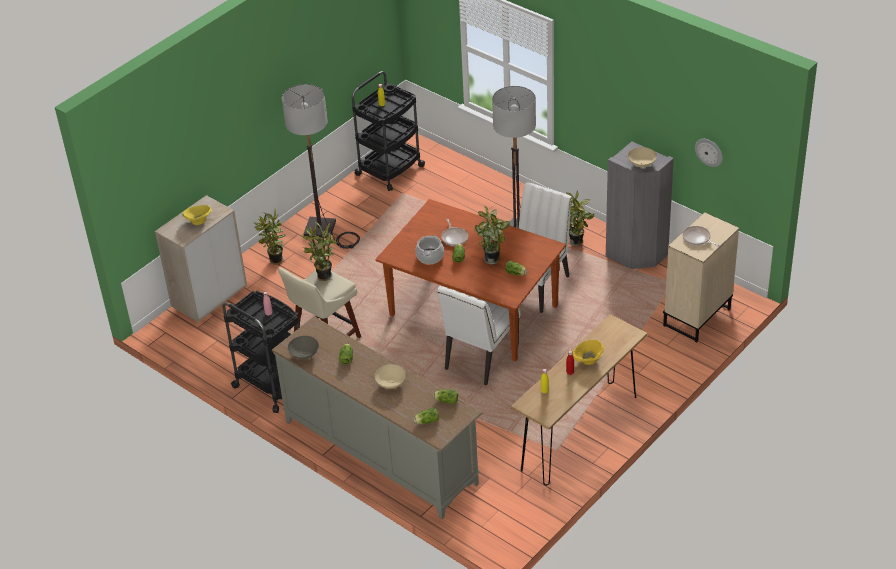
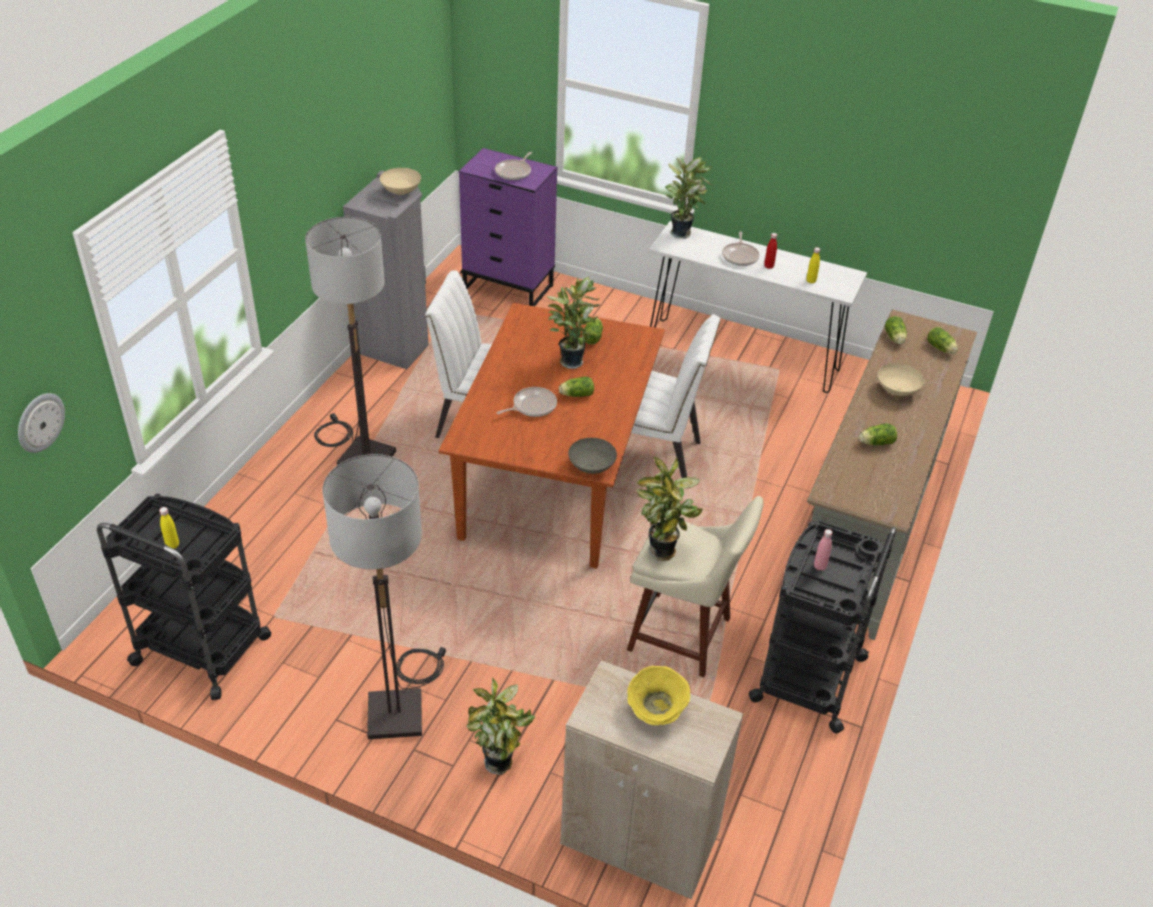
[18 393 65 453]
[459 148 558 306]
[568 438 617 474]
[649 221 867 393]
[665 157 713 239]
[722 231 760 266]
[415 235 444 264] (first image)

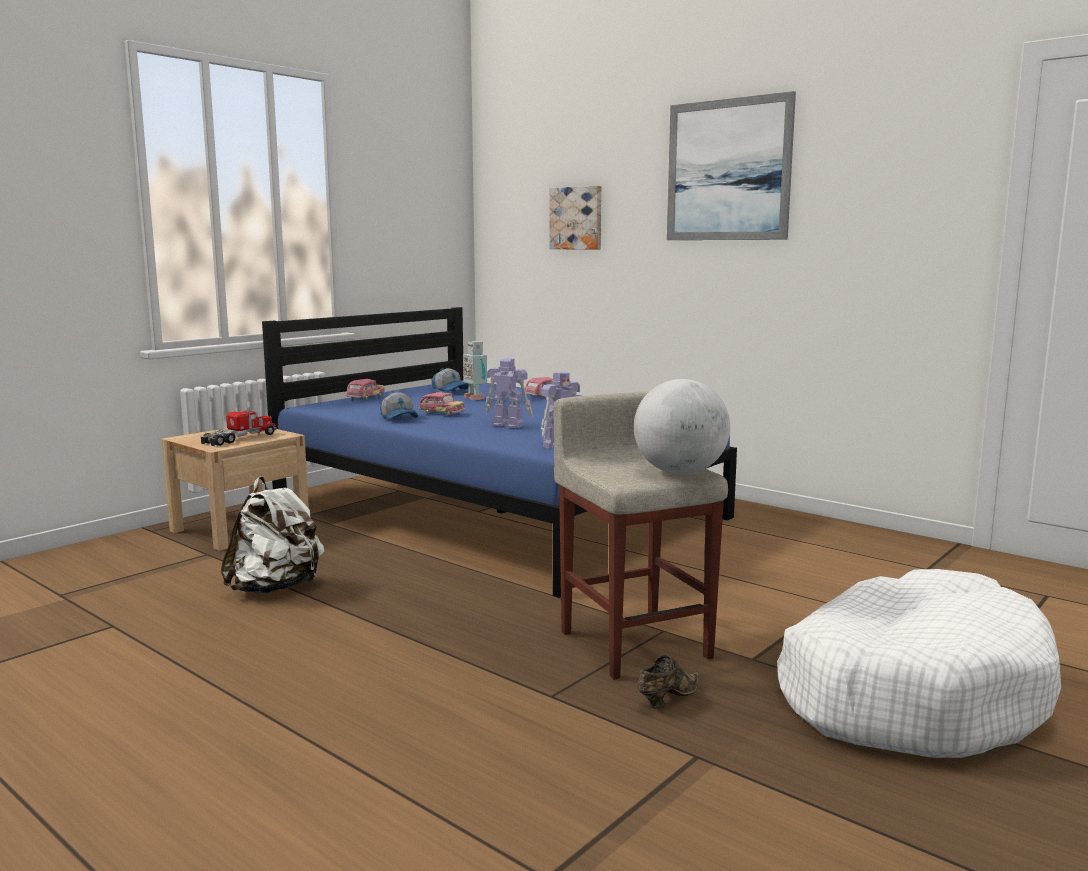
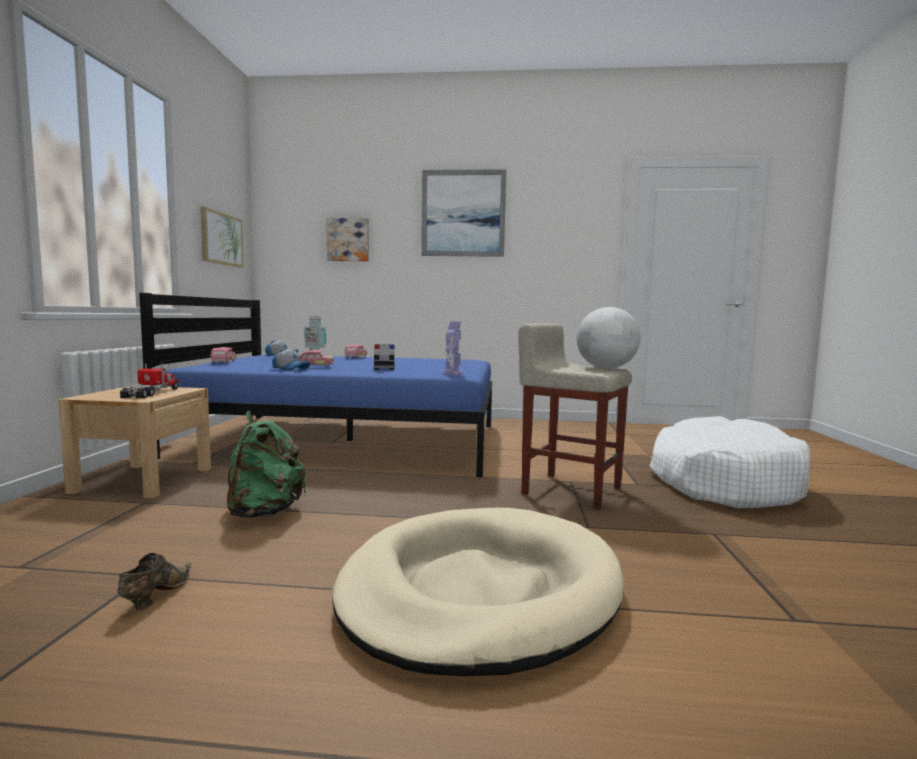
[118 552 191 610]
[200 206 244 268]
[227 411 306 518]
[332 508 624 676]
[374 344 395 370]

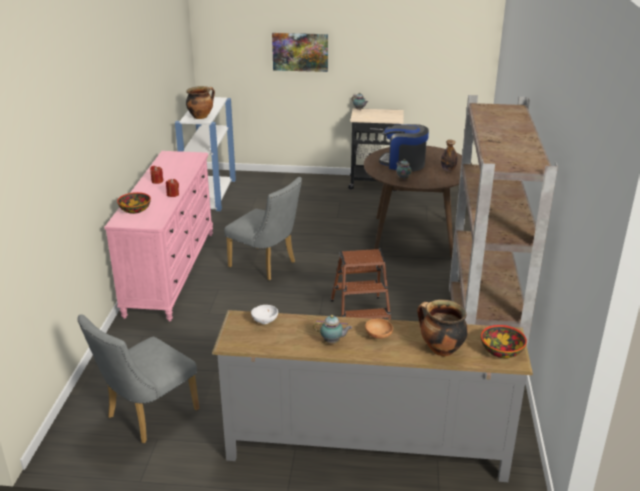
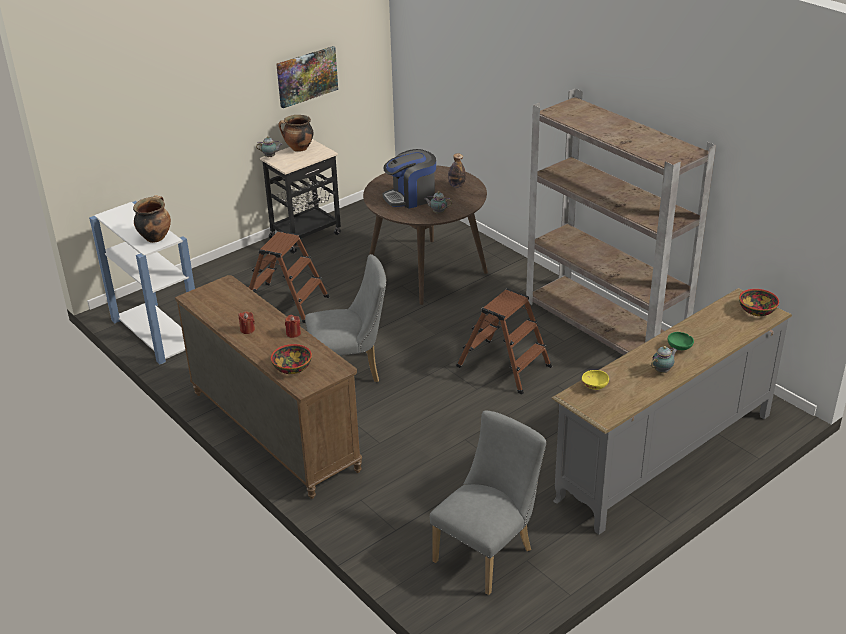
[175 275 362 499]
[248 230 330 323]
[276 46 338 108]
[279 115 313 152]
[430 411 546 595]
[582 370 609 390]
[668 332 694 350]

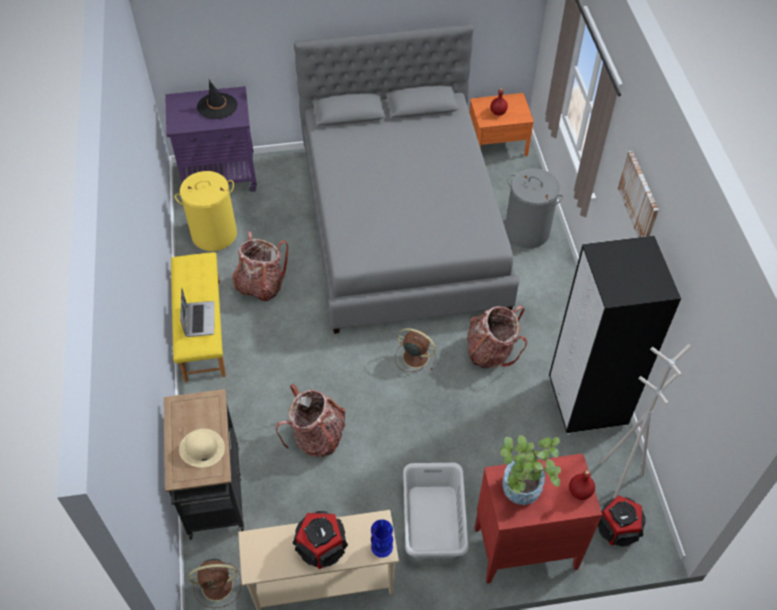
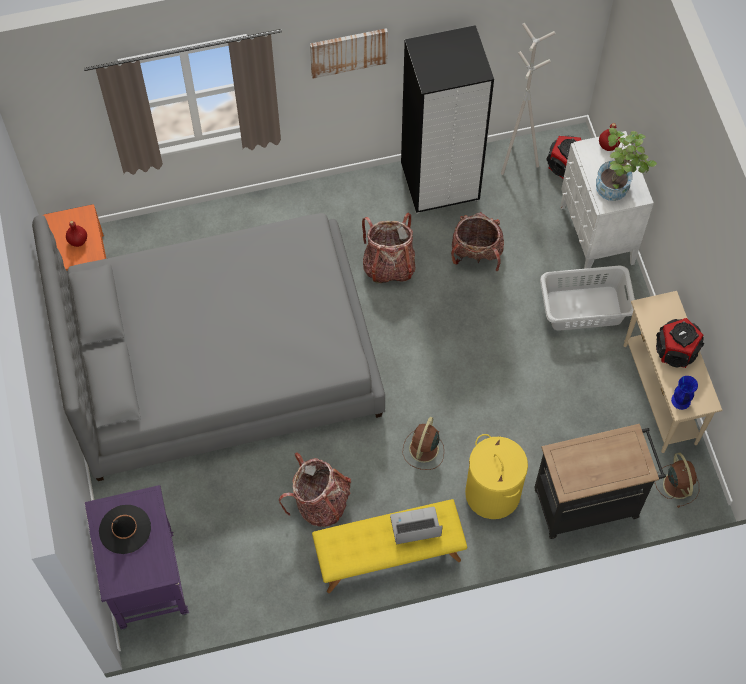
[403 417 444 470]
[451 212 504 271]
[465 434 528 519]
[560 131 654 269]
[671 376 698 410]
[179 429 225 467] (first image)
[505 168 563 248] (first image)

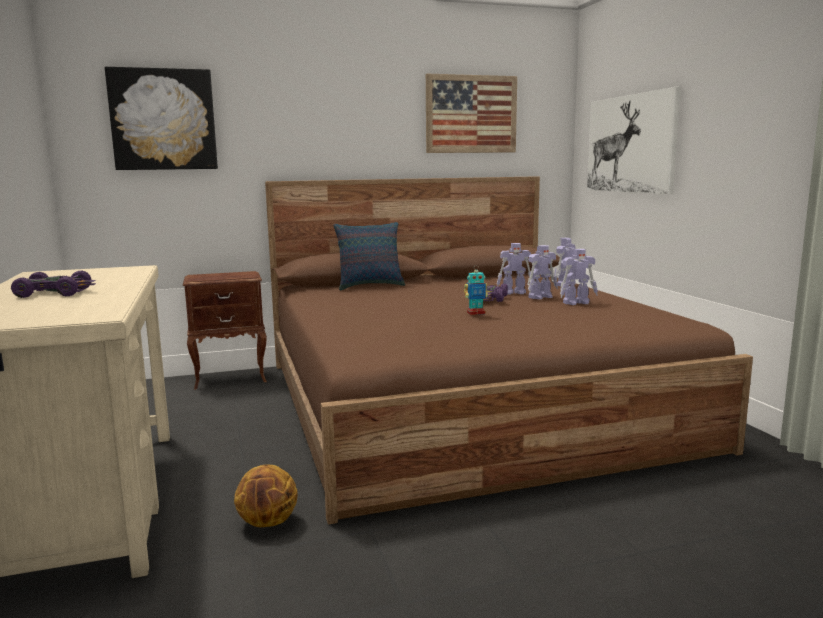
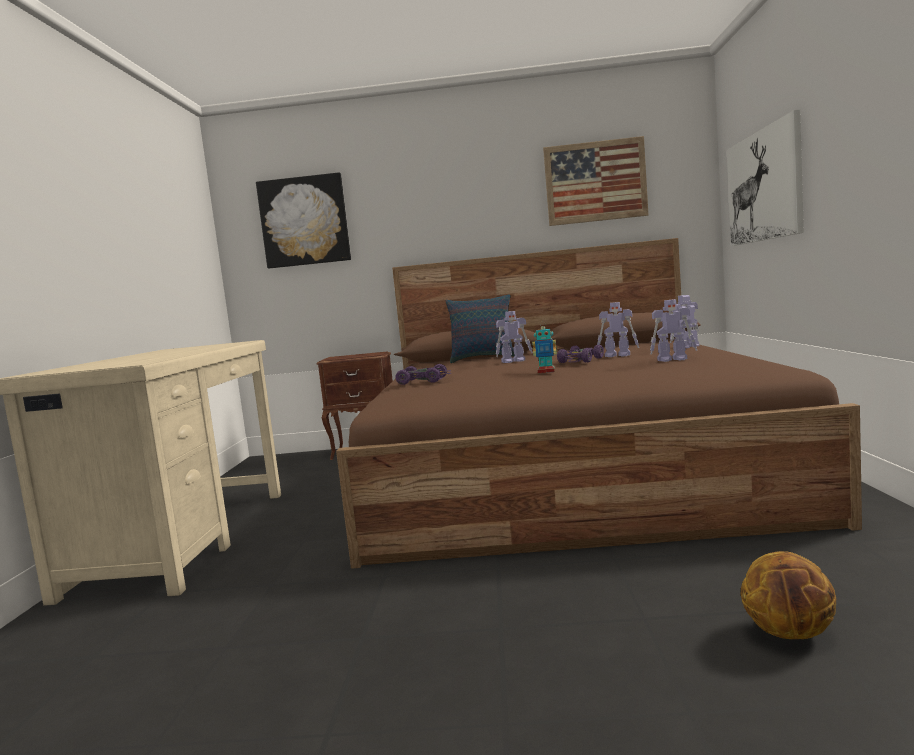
[395 364 451 385]
[496 311 533 363]
[741 551 836 639]

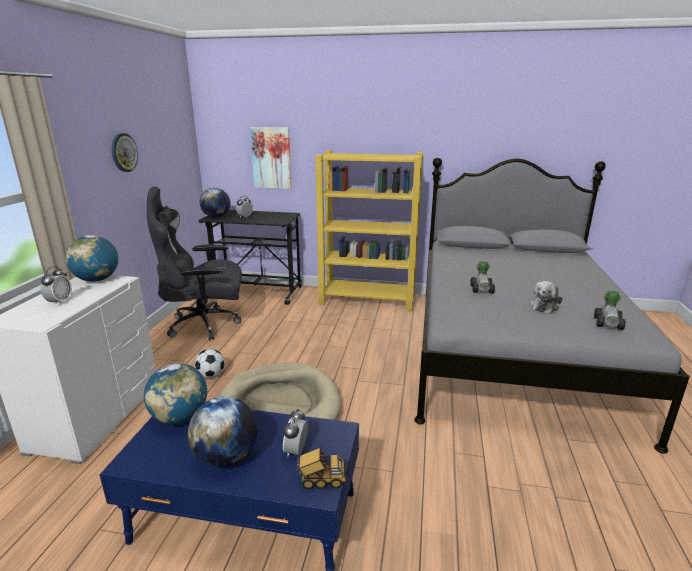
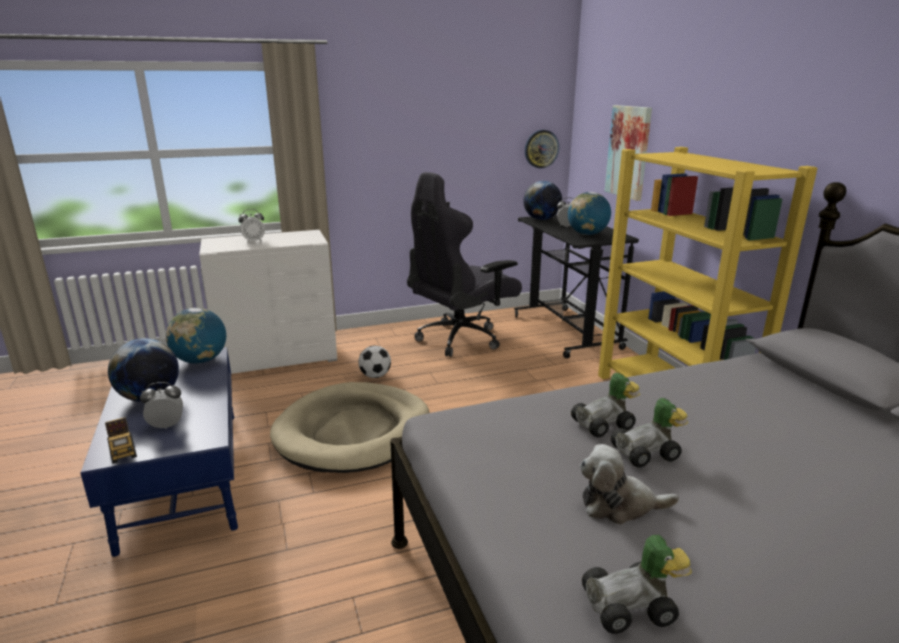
[407 172 522 357]
[525 130 559 168]
[568 192 611 235]
[611 398 688 467]

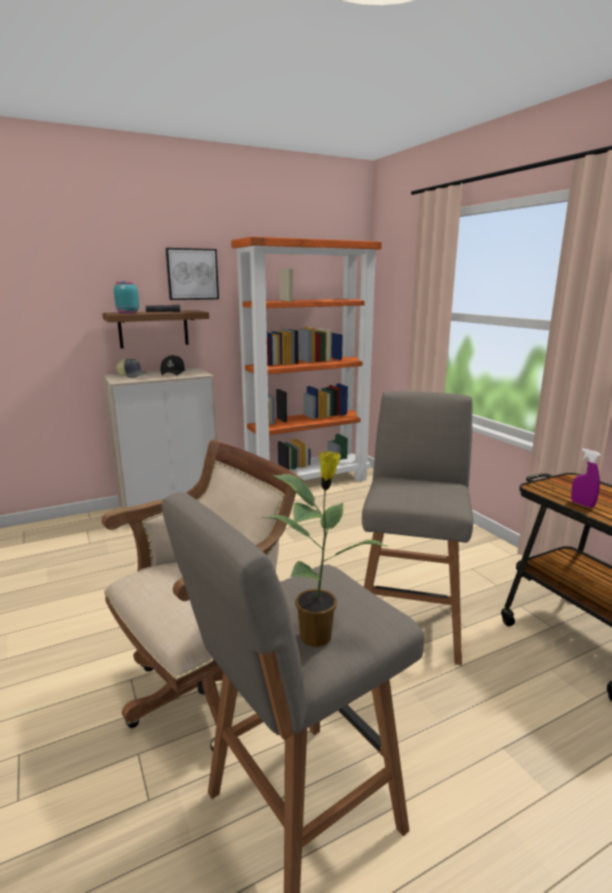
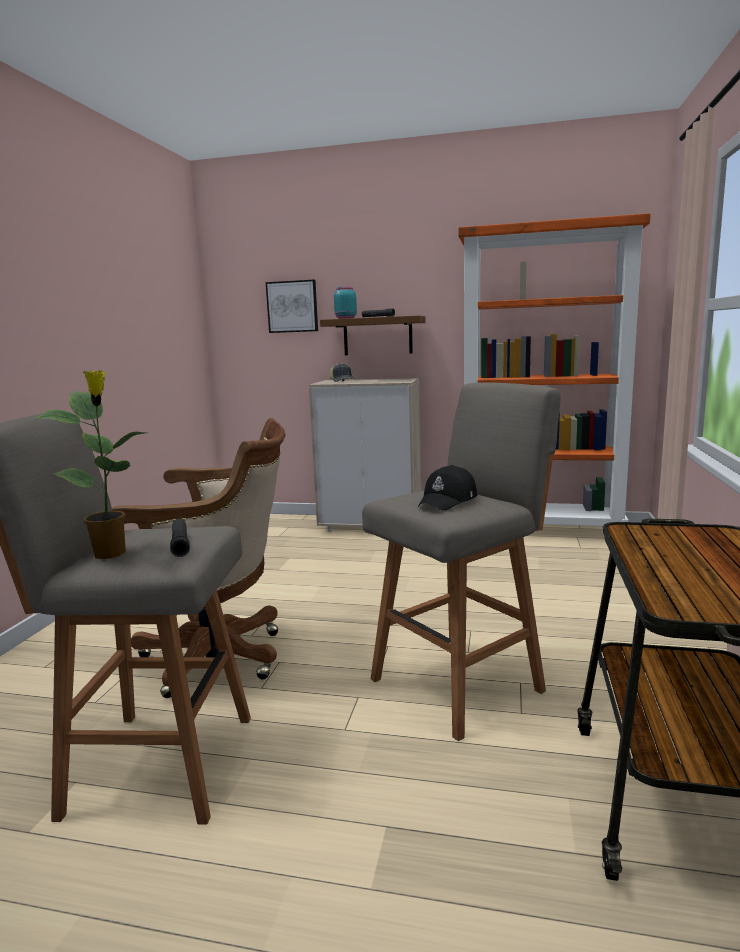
[170 519 190 557]
[266 280 318 333]
[418 465 477 511]
[571 448 601 508] (first image)

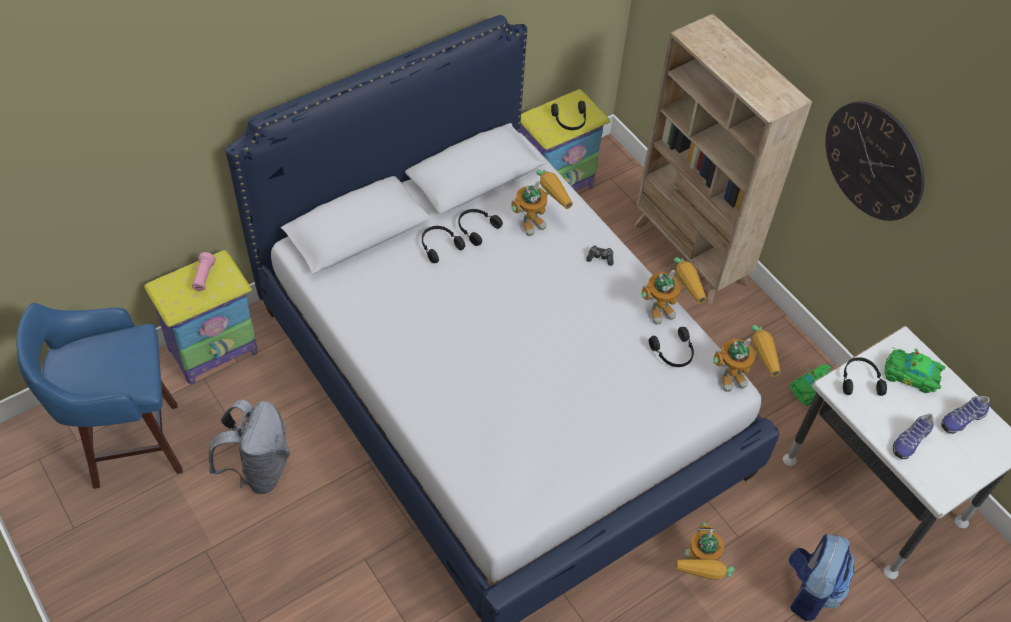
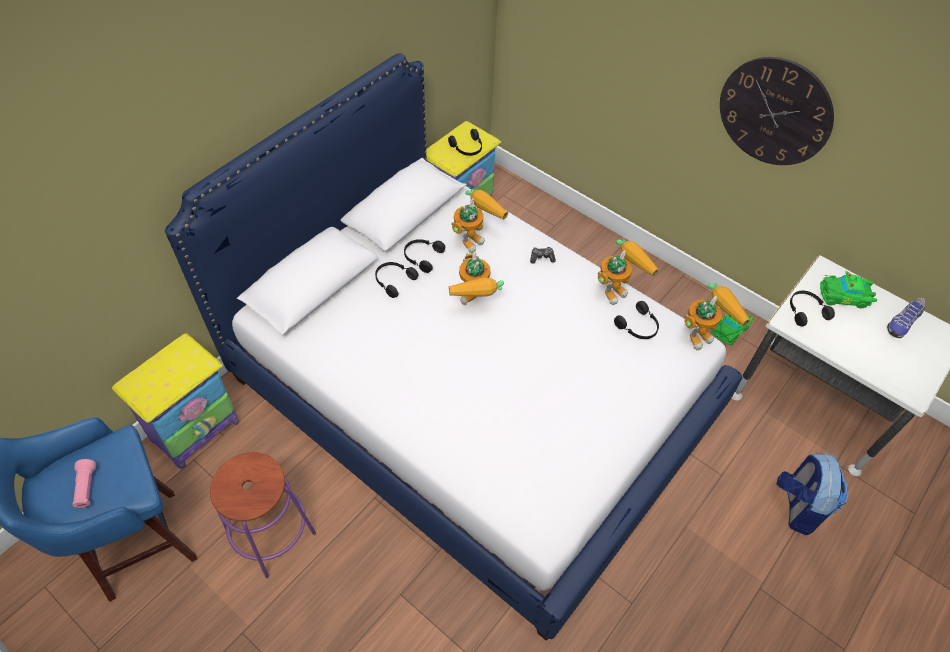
[72 459 96 508]
[210 452 316 578]
[449 251 504 305]
[635 14 812 305] (first image)
[893 414 933 459] (first image)

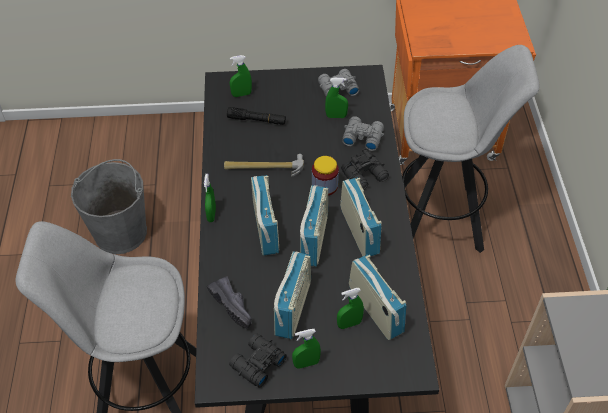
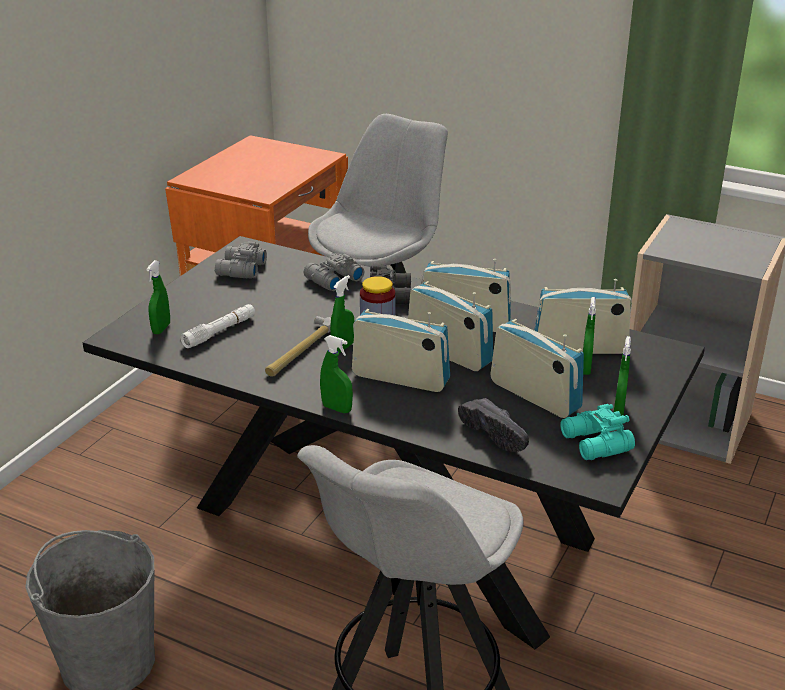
[181 304 255 348]
[330 275 354 353]
[458 398 529 452]
[560 404 635 460]

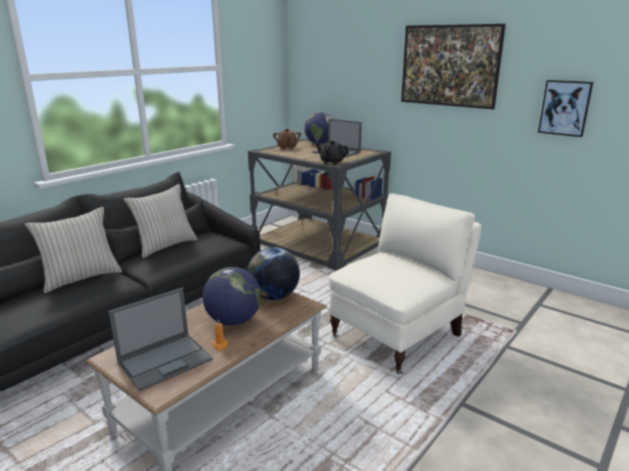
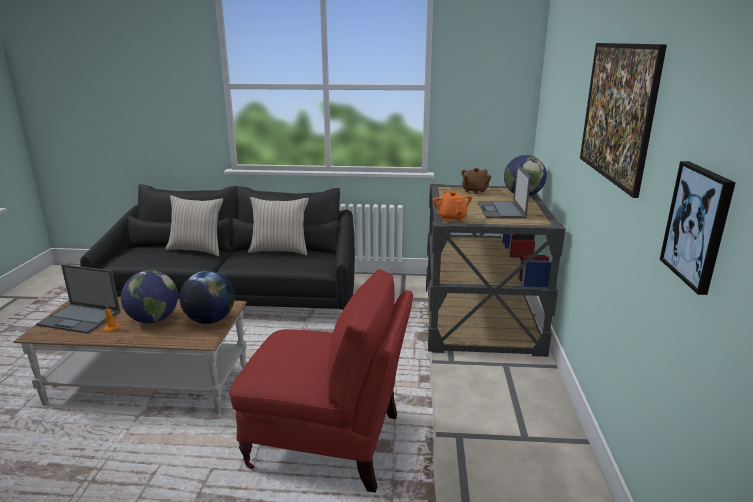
[229 269 413 493]
[433 191 472 222]

